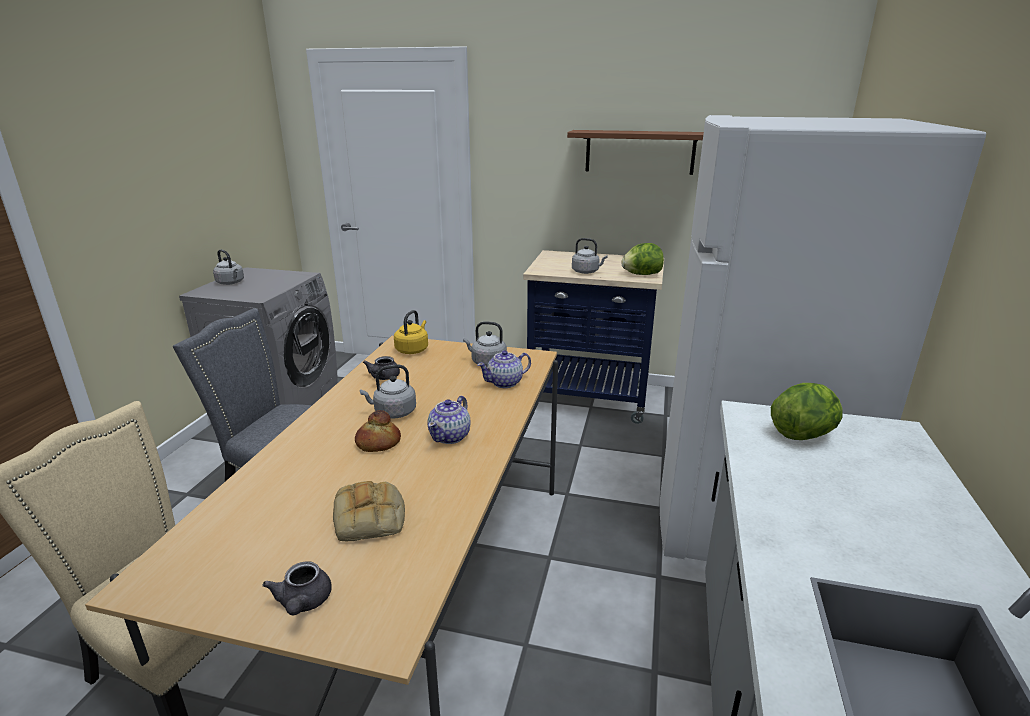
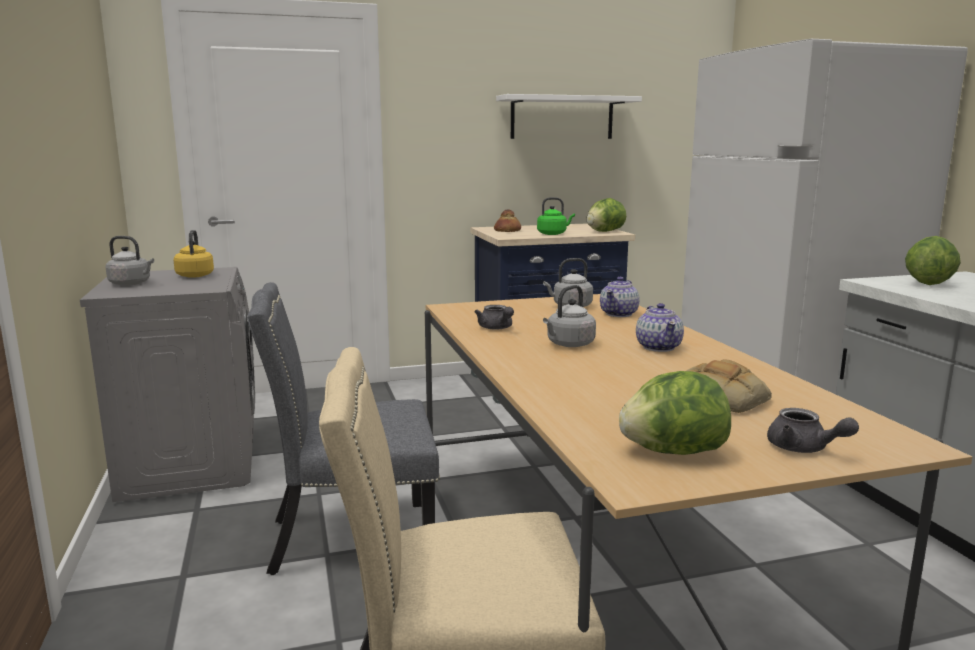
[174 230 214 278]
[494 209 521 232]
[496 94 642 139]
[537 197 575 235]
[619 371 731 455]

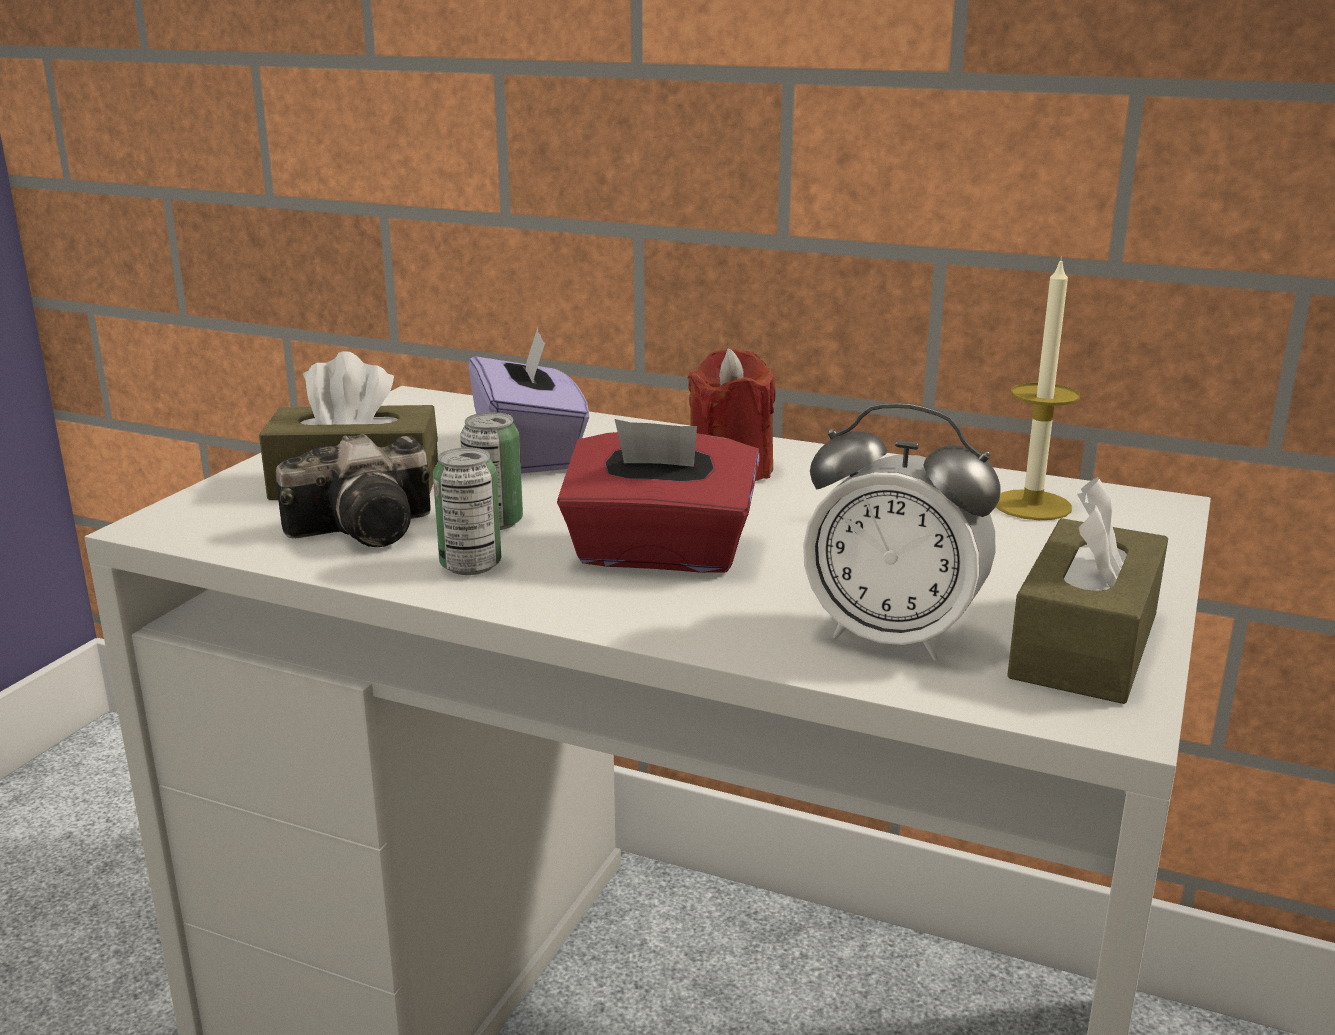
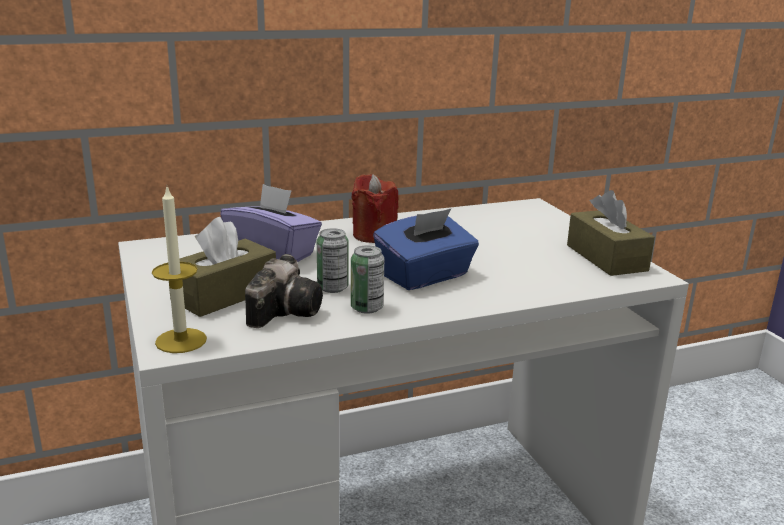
[152 187 207 353]
[373 209 479 290]
[803 403 1001 660] (first image)

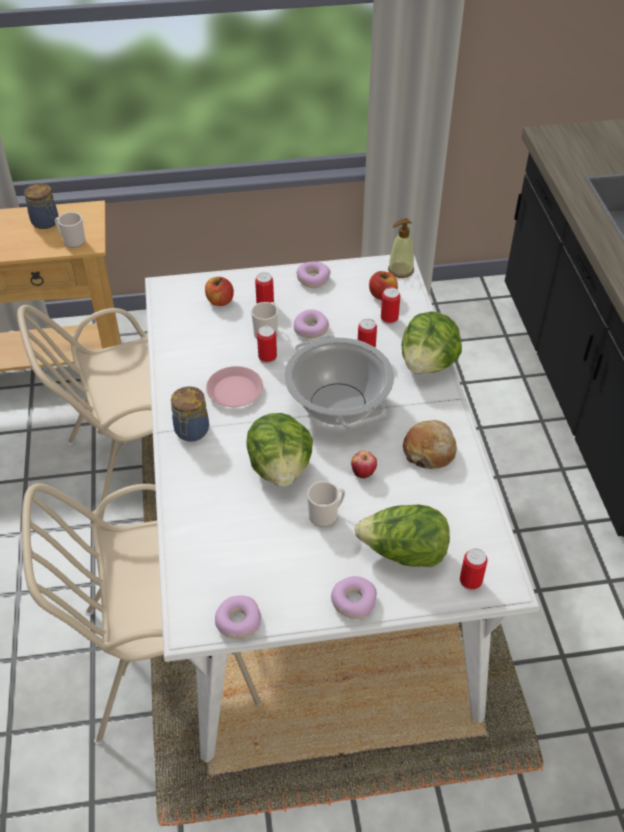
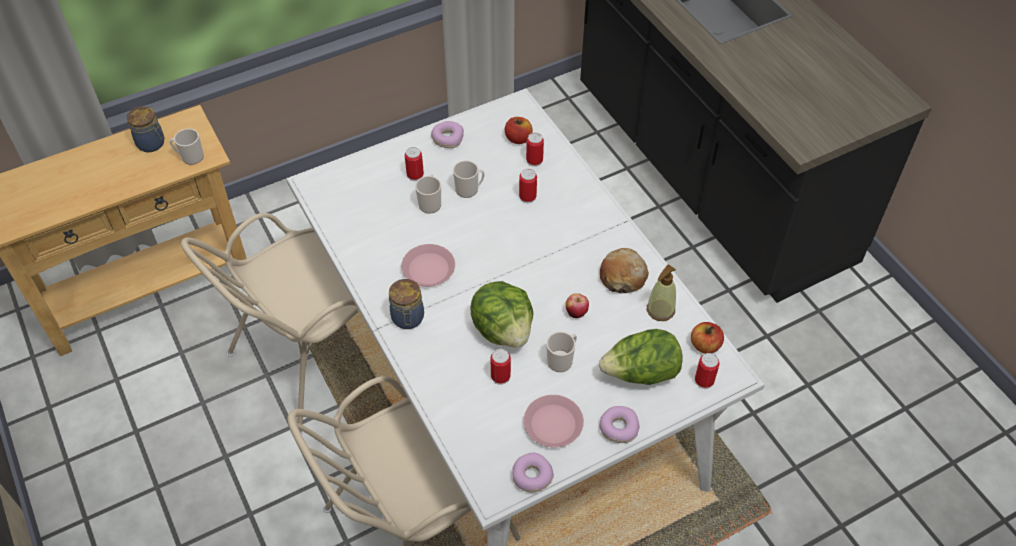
[453 160 485 198]
[490 349 511 385]
[524 395 584 447]
[647 264 676 321]
[691 322 724 354]
[284 335 394 428] (first image)
[402 311 462 374] (first image)

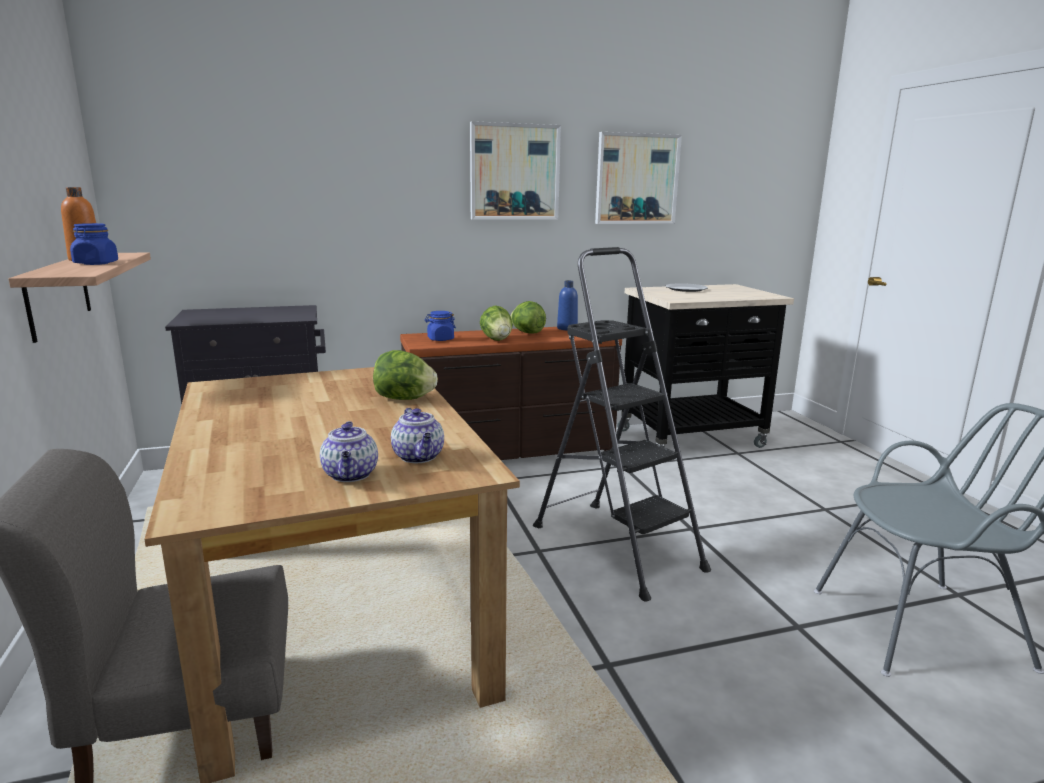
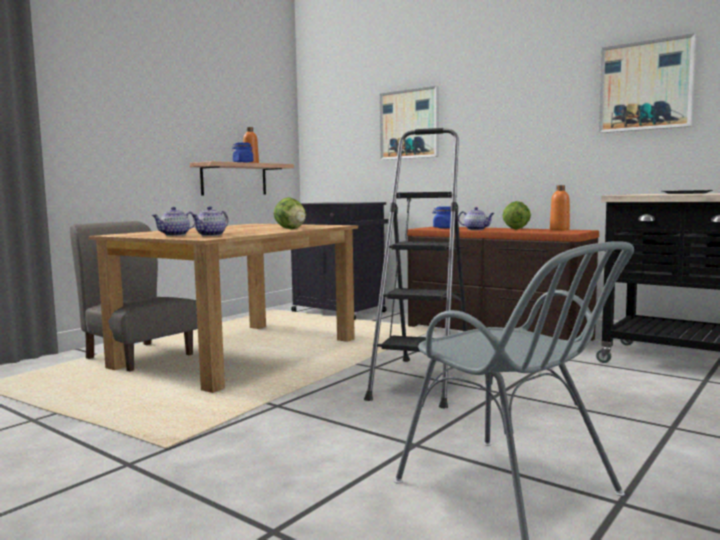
[380 86 439 160]
[458 207 495 230]
[550 185 570 230]

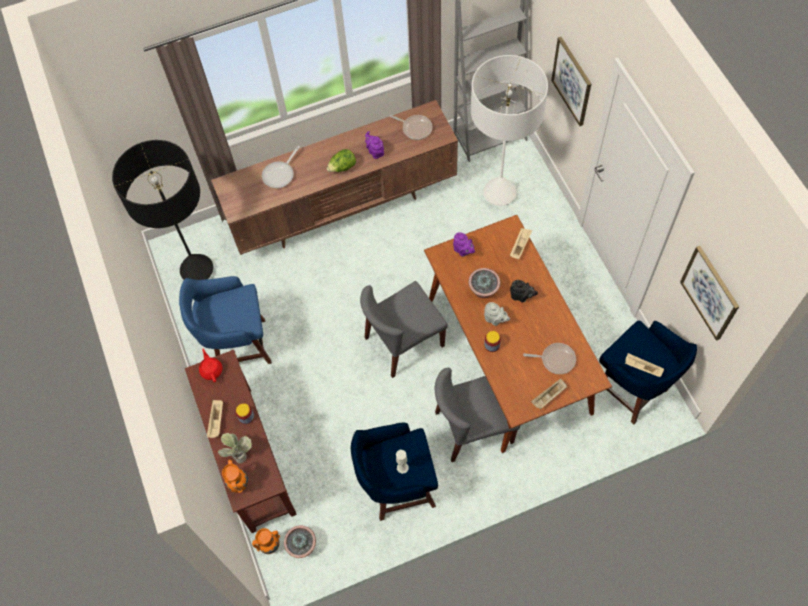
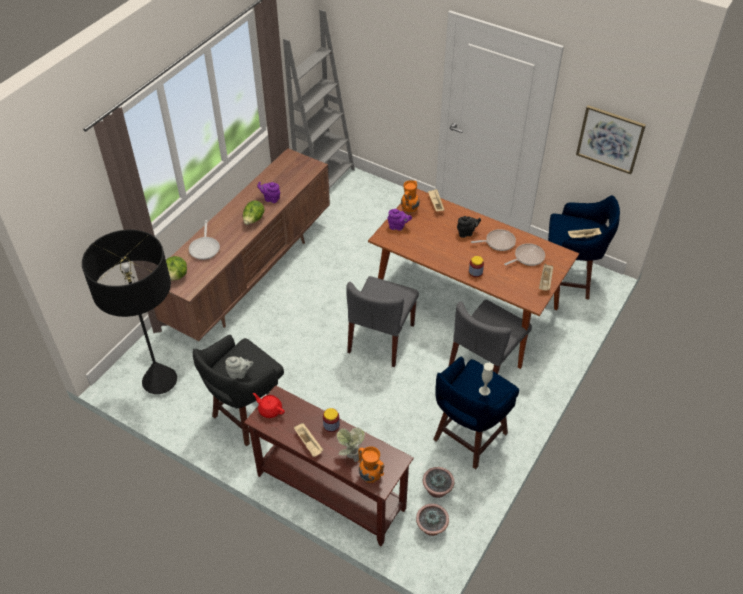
[166 256 187 281]
[193 335 284 446]
[225 356 253 379]
[401 180 419 213]
[423 467 454 498]
[471 229 516 251]
[471 55 548 206] (first image)
[551 37 591 126] (first image)

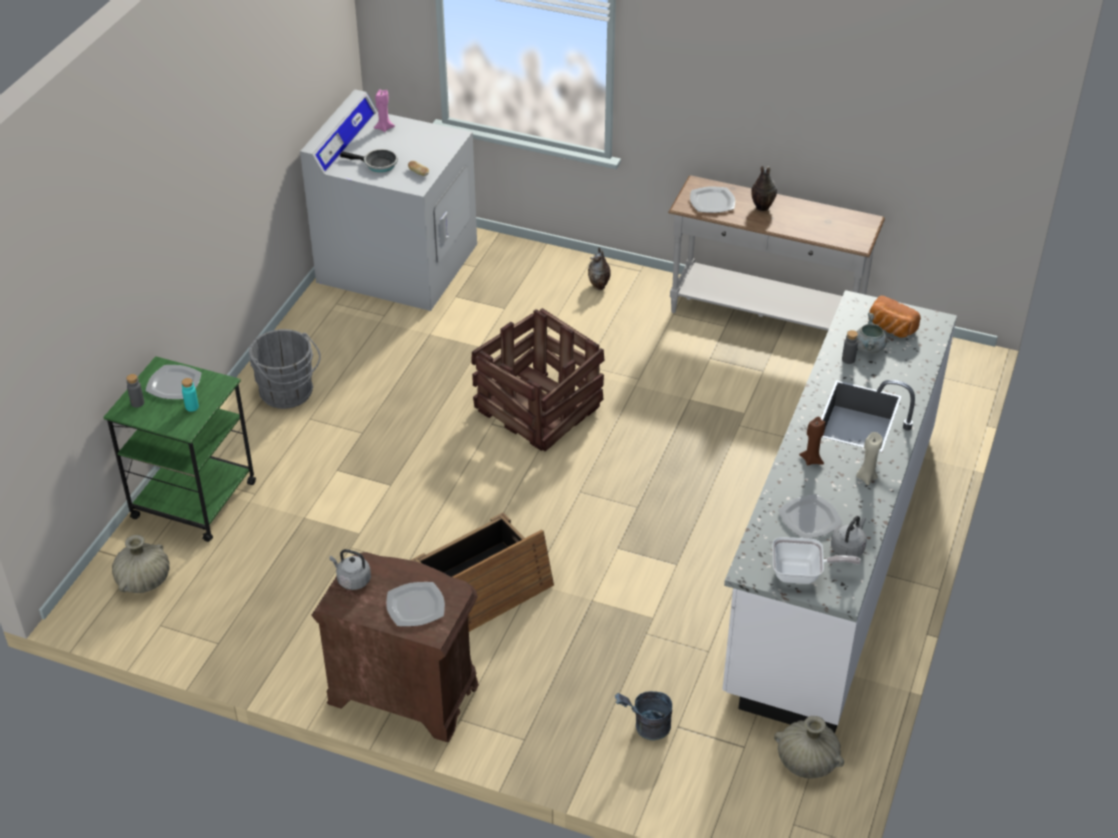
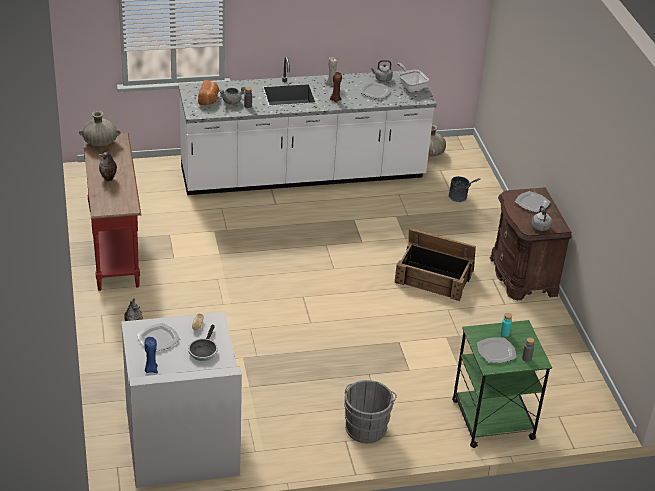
[79 111 121 146]
[83 133 141 291]
[137 323 180 352]
[144 337 158 373]
[188 325 218 361]
[472 308 604 451] (first image)

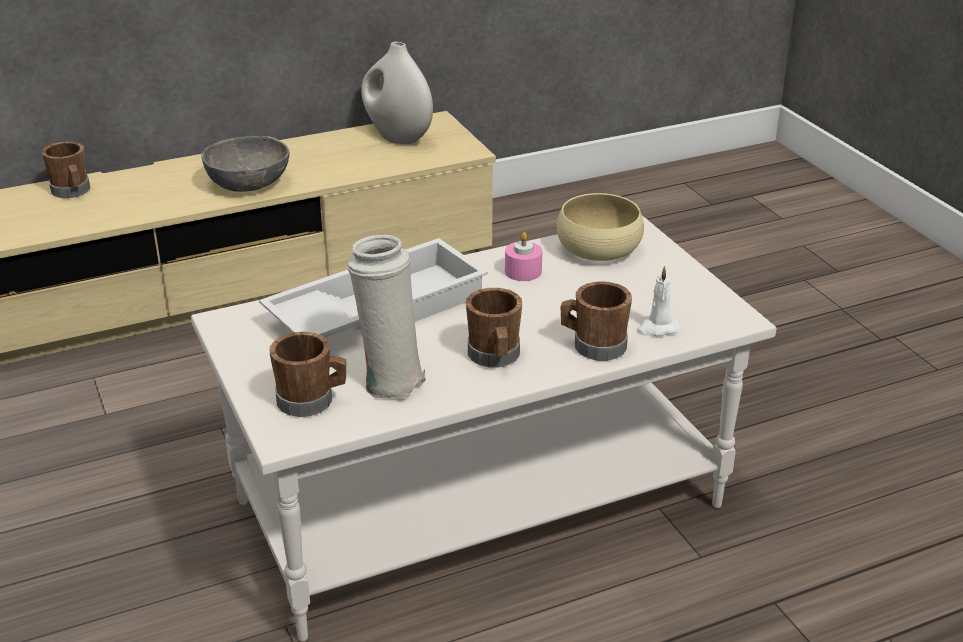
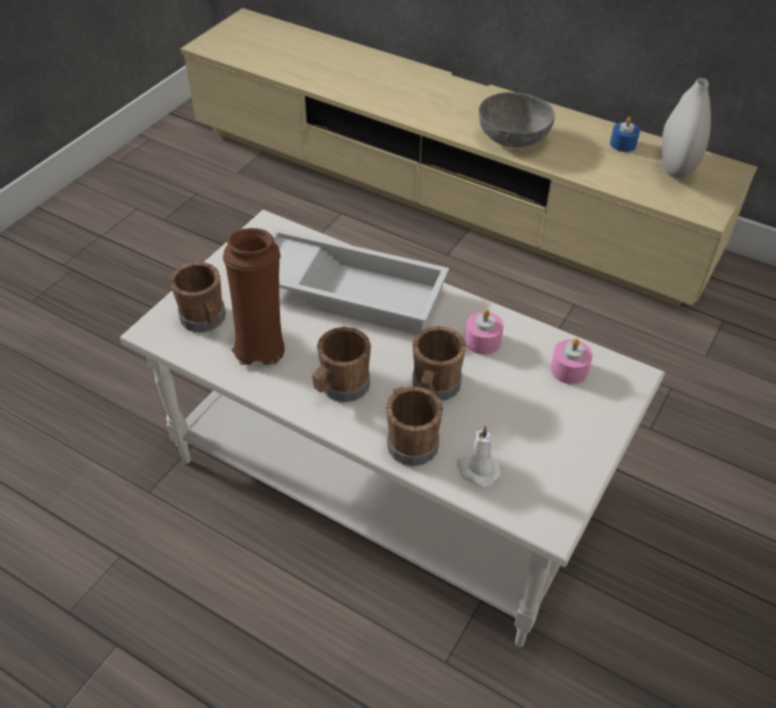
[223 228 285 365]
[412 326 466 401]
[551 338 593 384]
[610 117 640 152]

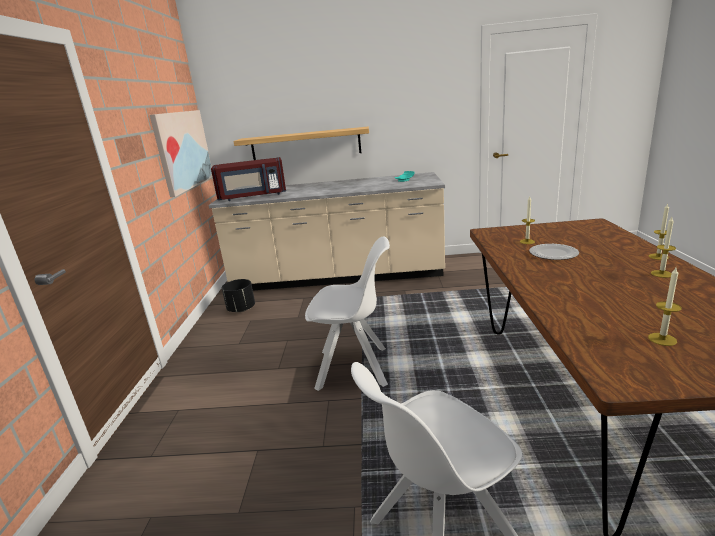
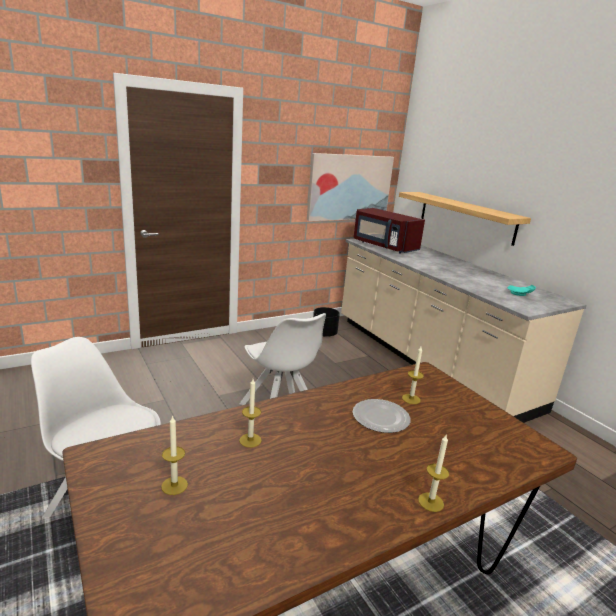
[239 379 262 448]

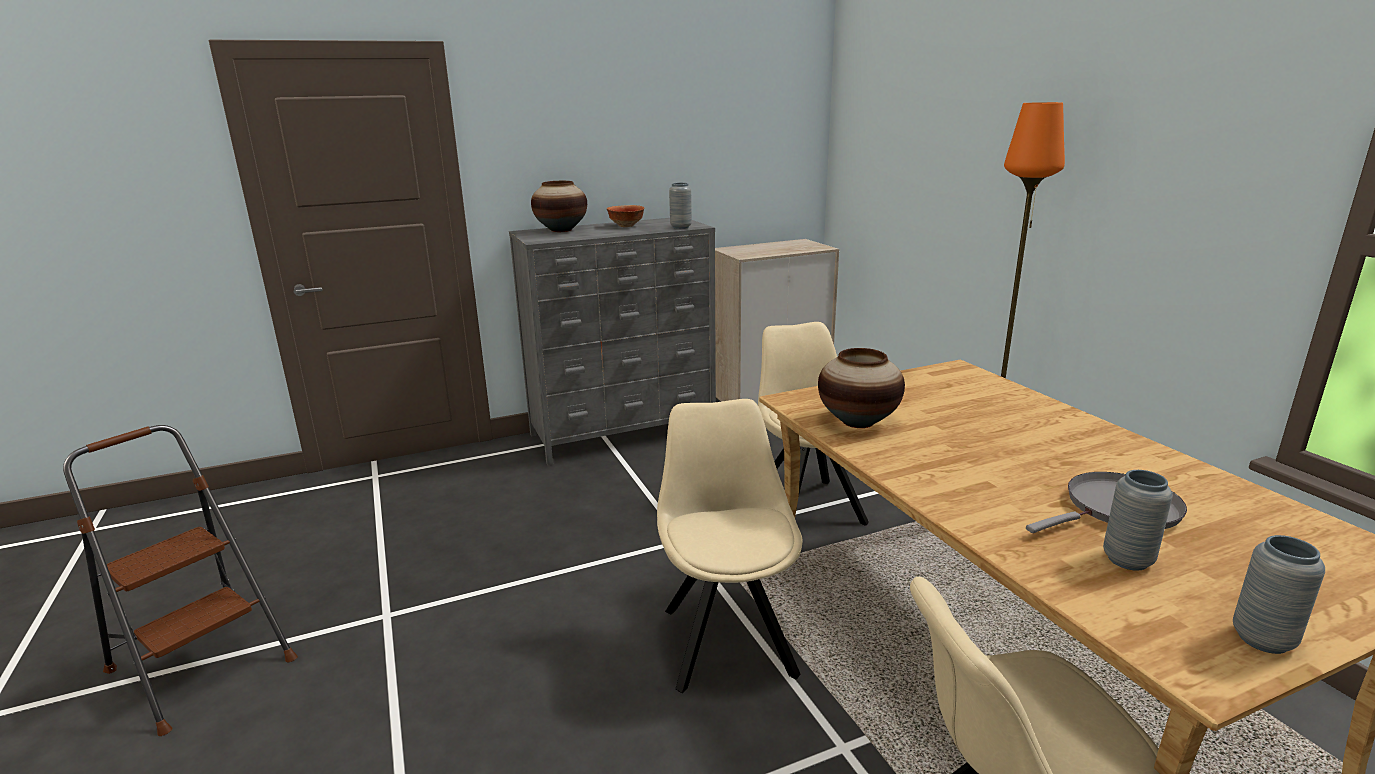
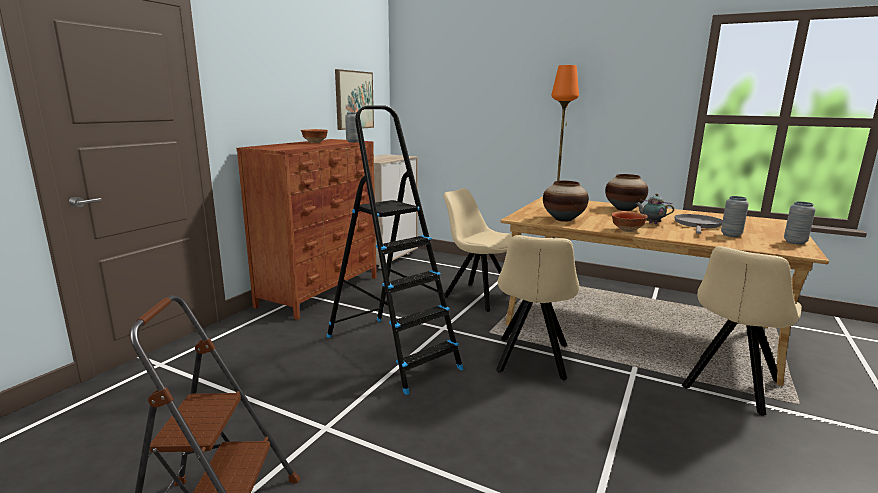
[237 139 377 320]
[327 105 463 395]
[335 69 374 130]
[496 235 580 381]
[605 174 648 211]
[611 211 648 232]
[635 193 674 224]

